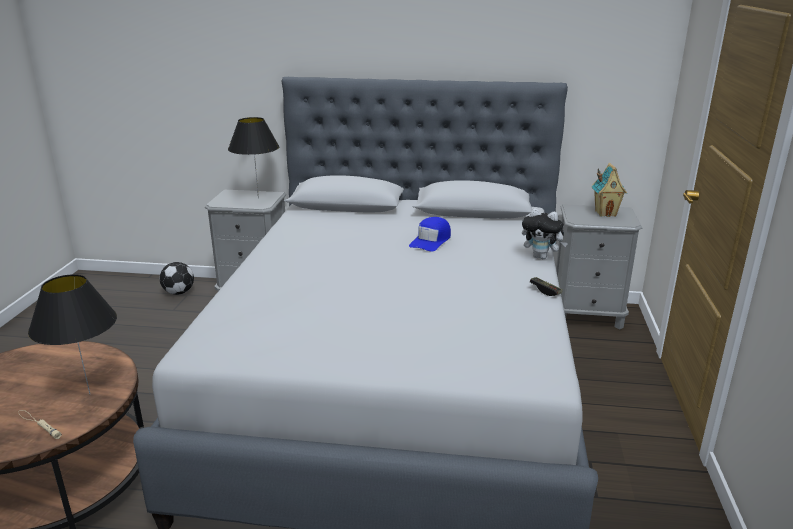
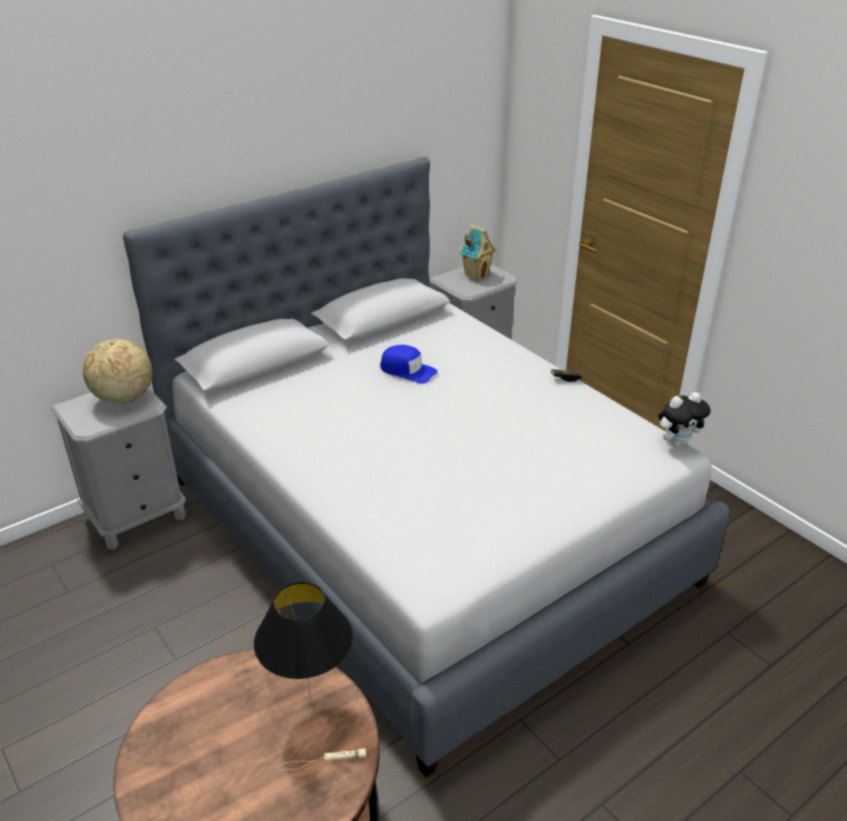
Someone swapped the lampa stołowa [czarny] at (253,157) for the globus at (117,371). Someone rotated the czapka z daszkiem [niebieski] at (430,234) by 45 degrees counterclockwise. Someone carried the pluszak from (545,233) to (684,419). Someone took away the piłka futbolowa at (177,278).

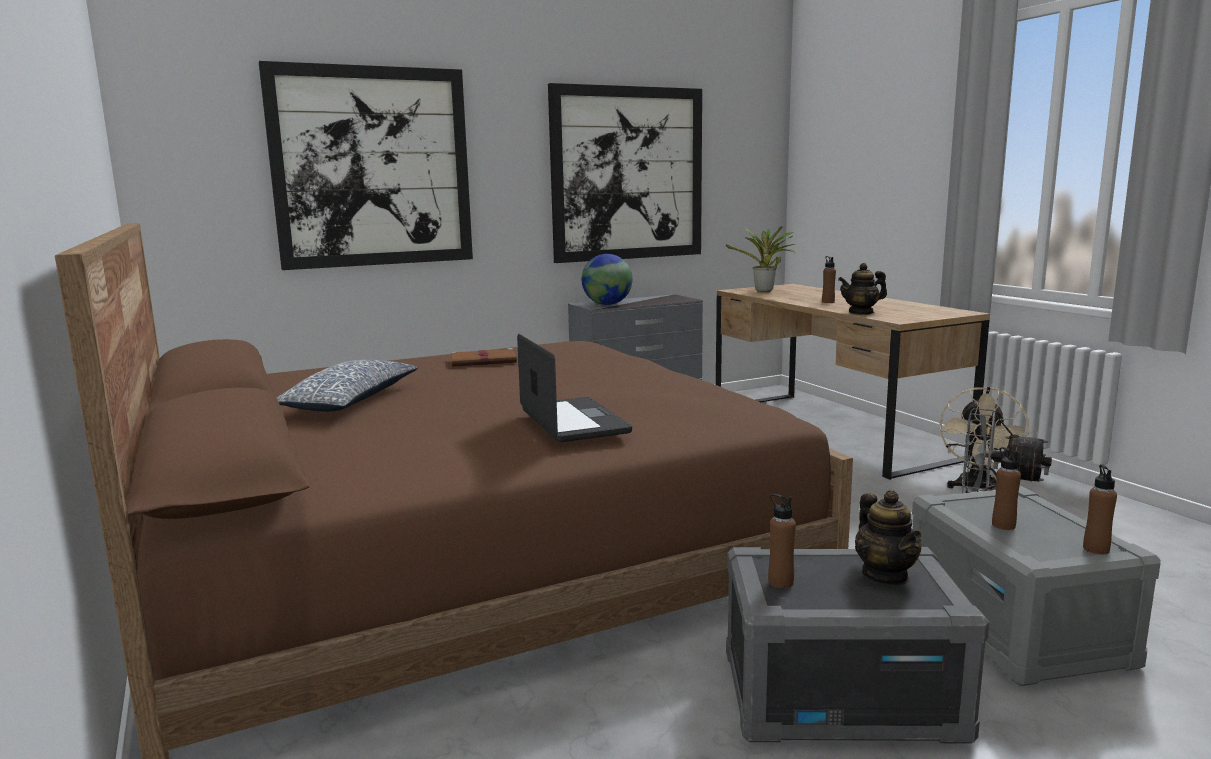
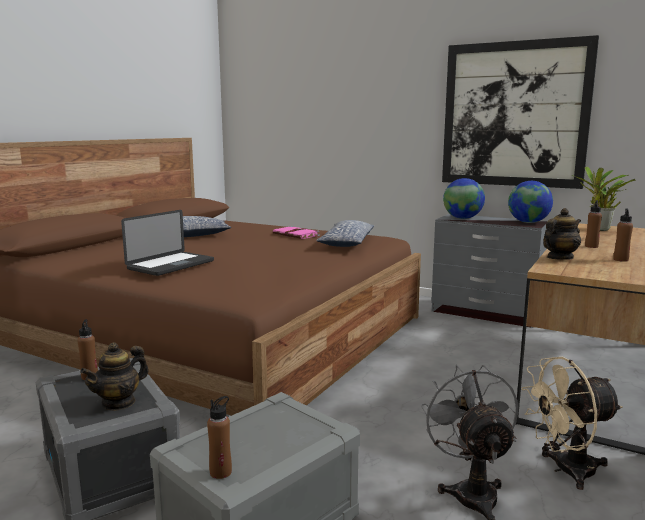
Someone repainted the książka [brązowy] at (484,357), which became the książka [różowy] at (296,232). Someone put down the poduszka at (345,233). Someone put down the globus at (530,202). Someone rotated the imbryk at (862,289) by 105 degrees clockwise. Someone carried the butelka [brązowy] from (1006,488) to (623,235). Someone took away the obraz at (366,165).

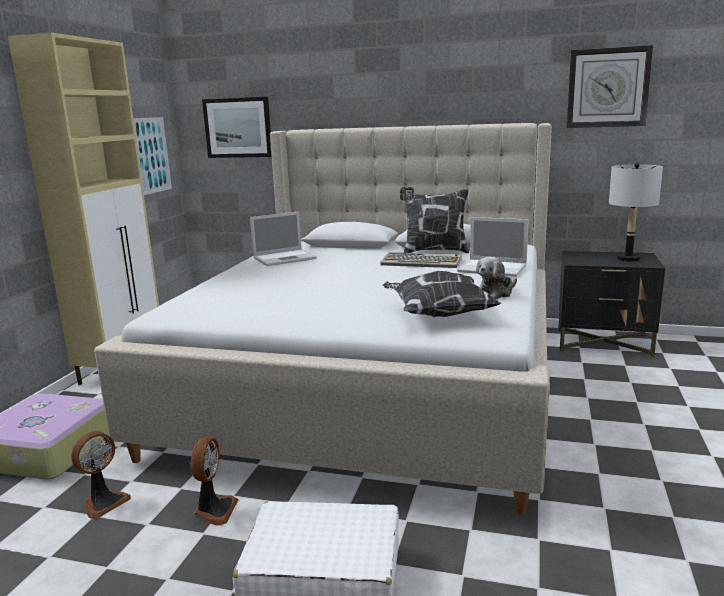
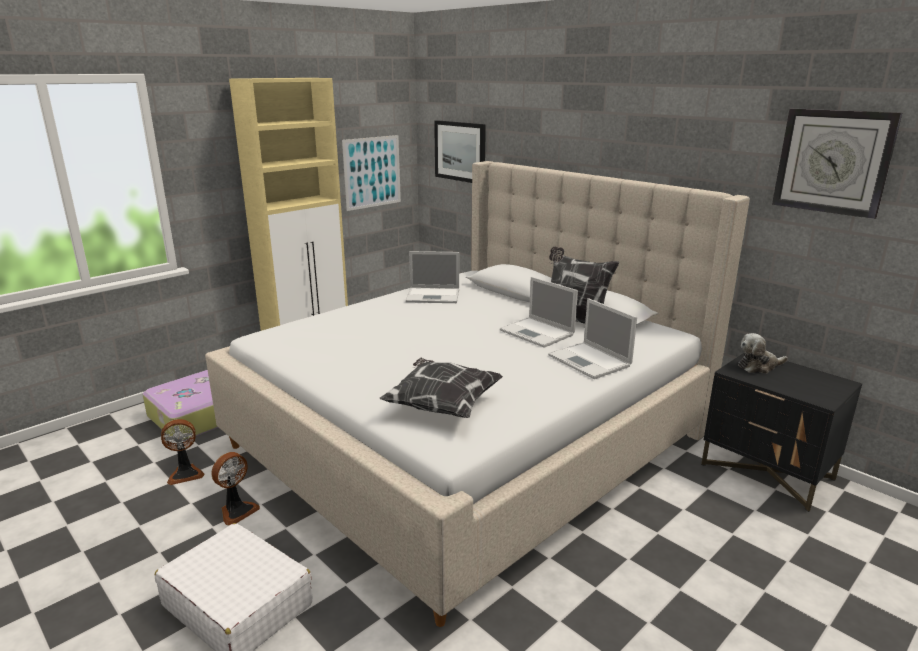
Someone swapped the klawiatura at (421,260) for the laptop at (539,312). Someone carried the pluszak from (496,278) to (763,353). Someone took away the lampa stołowa [szary] at (636,212).

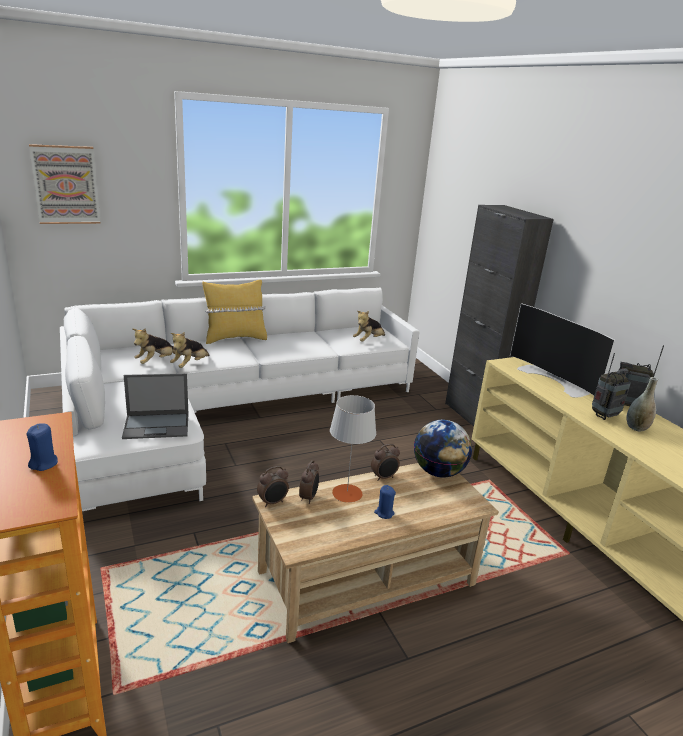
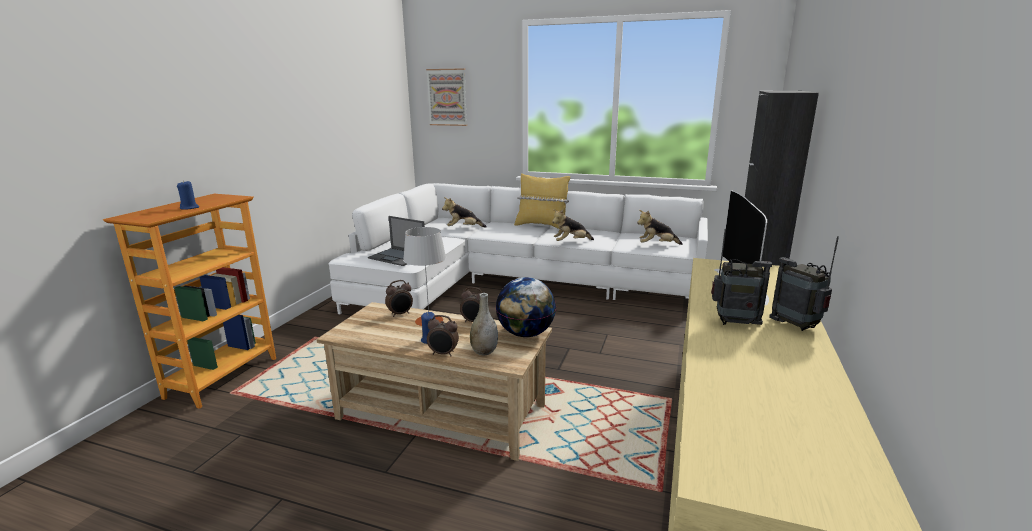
Someone carried the budzik from (273,486) to (443,335). Someone carried the wazon [szary] from (642,404) to (484,324). Someone carried the pluszak from (189,350) to (573,225).

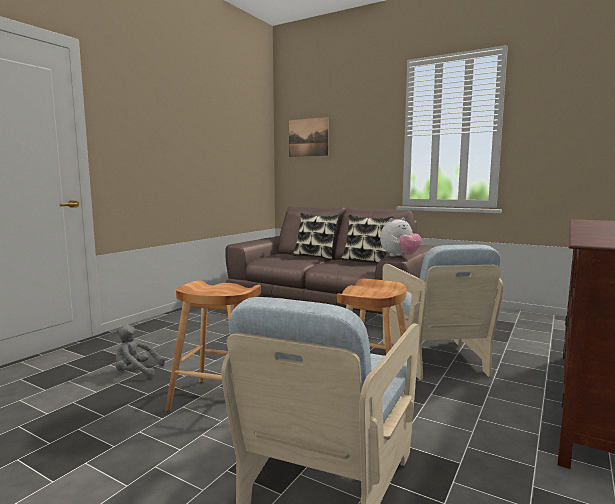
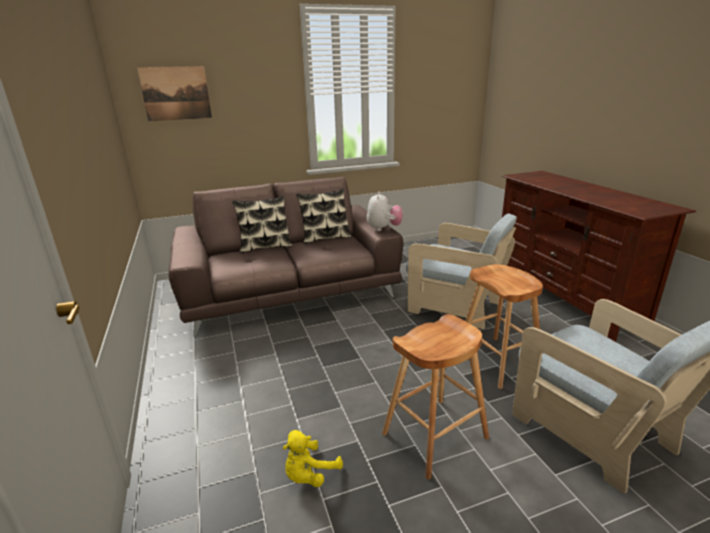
Someone repainted the pluszak [szary] at (140,351), which became the pluszak [żółty] at (313,458).

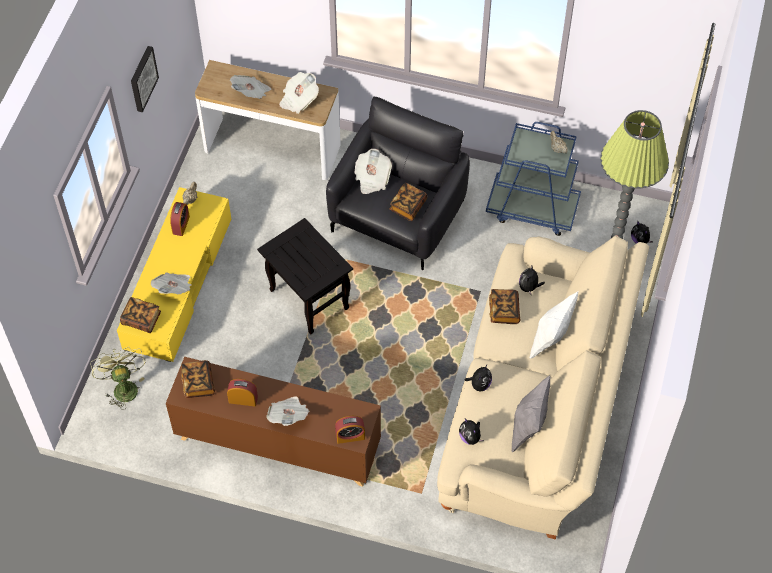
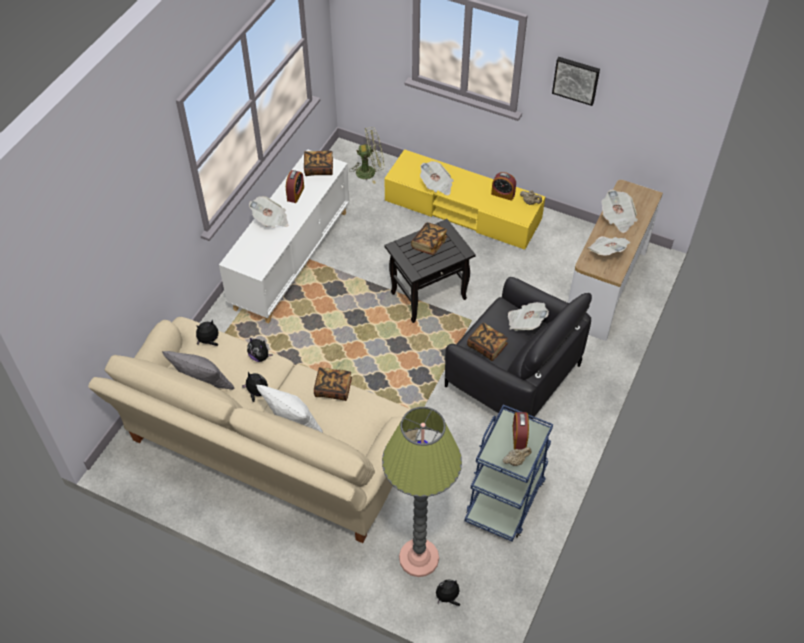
Someone repainted the szafka [brązowy] at (273,422), which became the szafka [biały] at (284,236). Someone carried the pluszak from (532,281) to (255,387). Someone carried the książka from (140,315) to (429,238). Someone carried the budzik from (350,430) to (521,431).

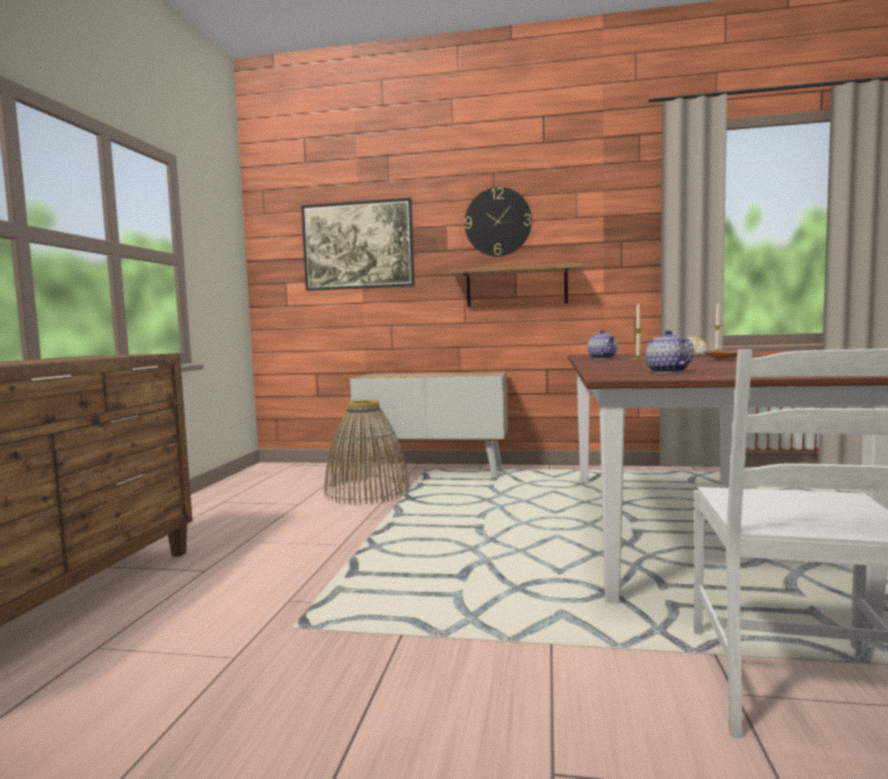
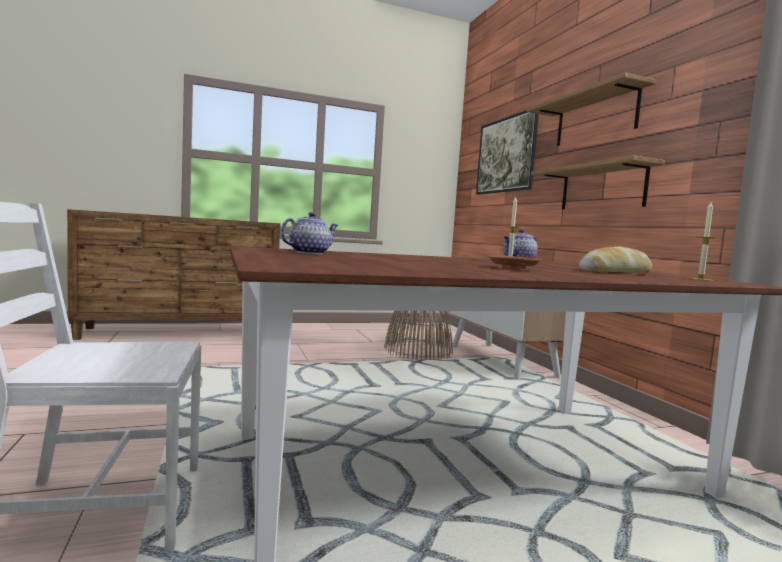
Someone swapped the zegar ścienny at (498,221) for the półka at (591,109).

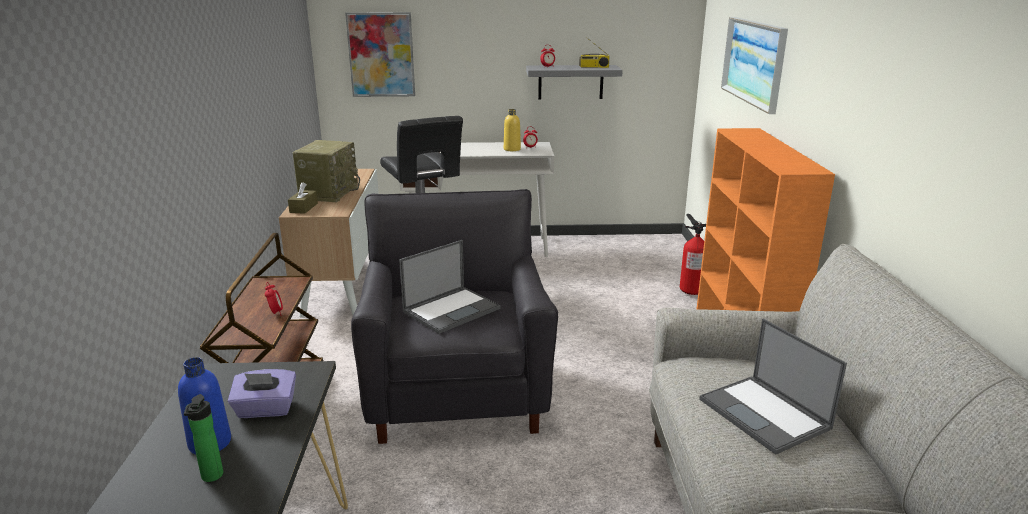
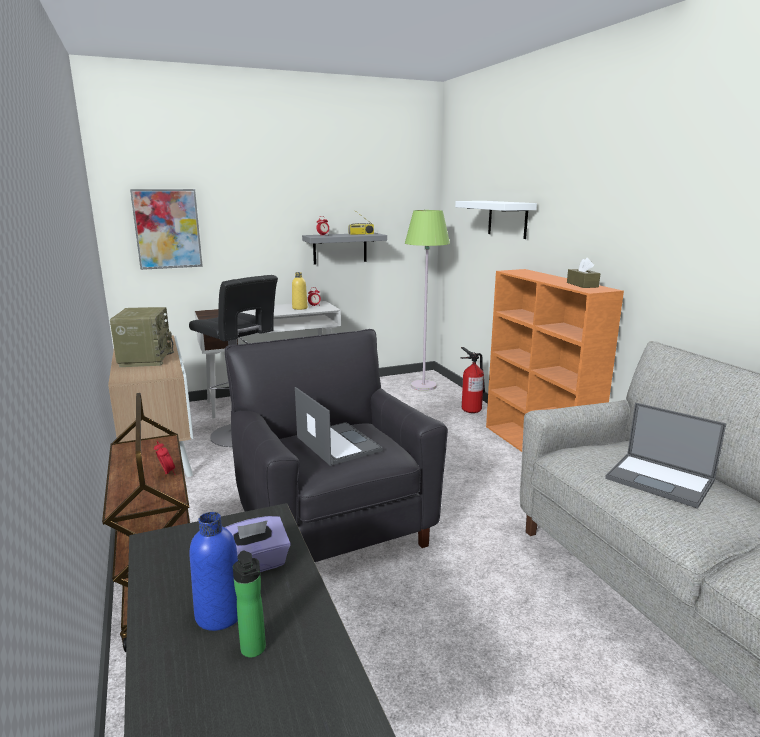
Someone rotated the laptop at (449,287) by 60 degrees counterclockwise. Someone put down the lampa stojąca [zielony] at (427,300). Someone swapped the obraz at (754,65) for the półka [biały] at (496,220). Someone carried the pudełko chusteczek [brązowy] from (303,198) to (584,272).

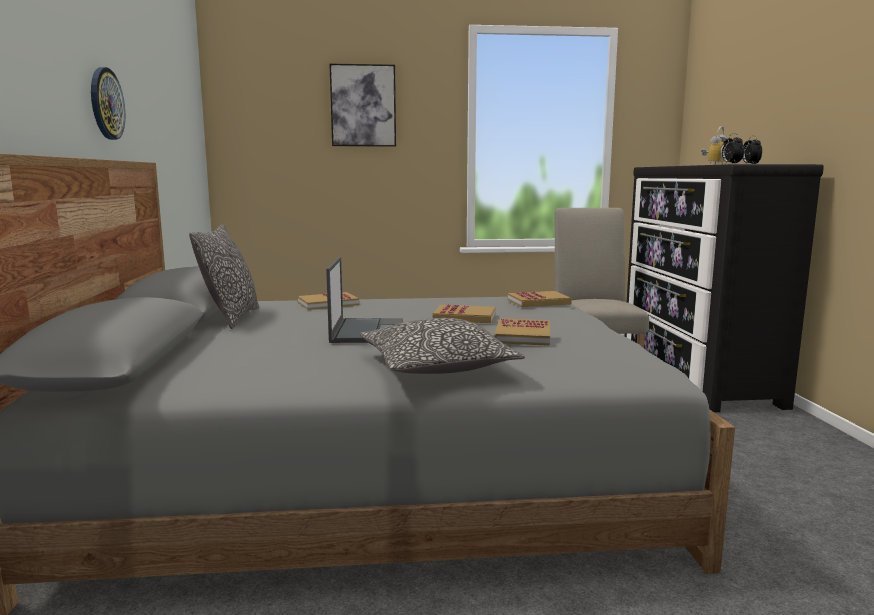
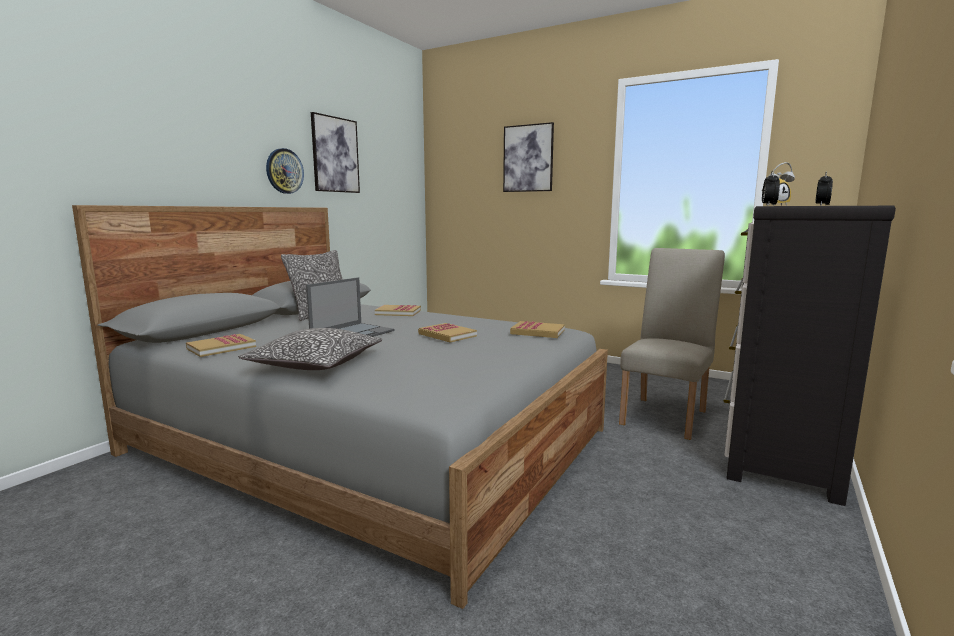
Someone carried the książka from (522,332) to (221,345). Someone put up the obraz at (335,152).

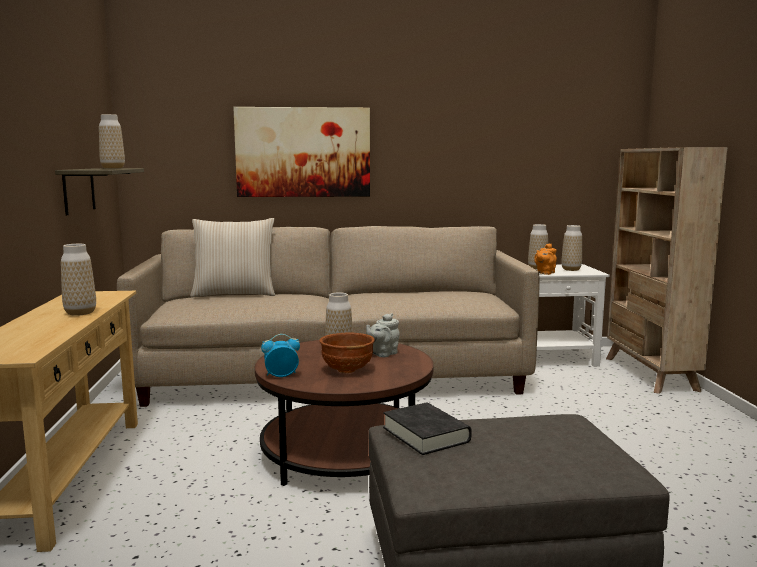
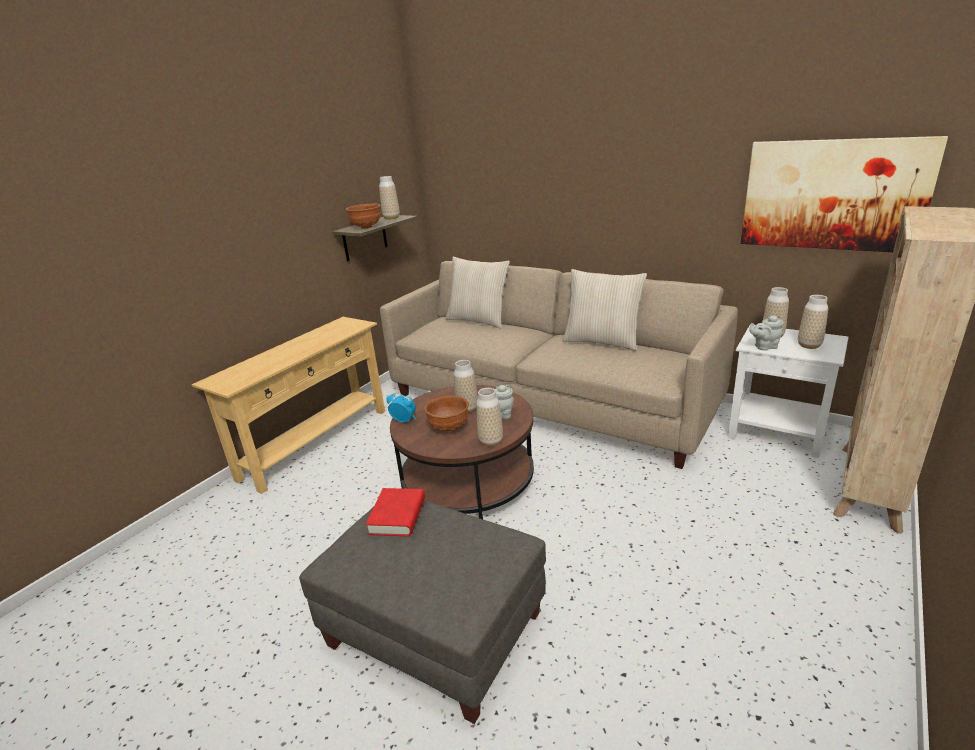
Someone put down the miska [brązowy] at (363,216). Someone repainted the książka [czarny] at (427,429), which became the książka [czerwony] at (395,512). Someone carried the wazon from (78,280) to (489,417). Someone put down the poduszka [beżowy] at (604,310). Someone carried the obraz from (301,152) to (844,194). Someone repainted the imbryk [pomarańczowy] at (545,259), which became the imbryk [szary] at (766,333).

